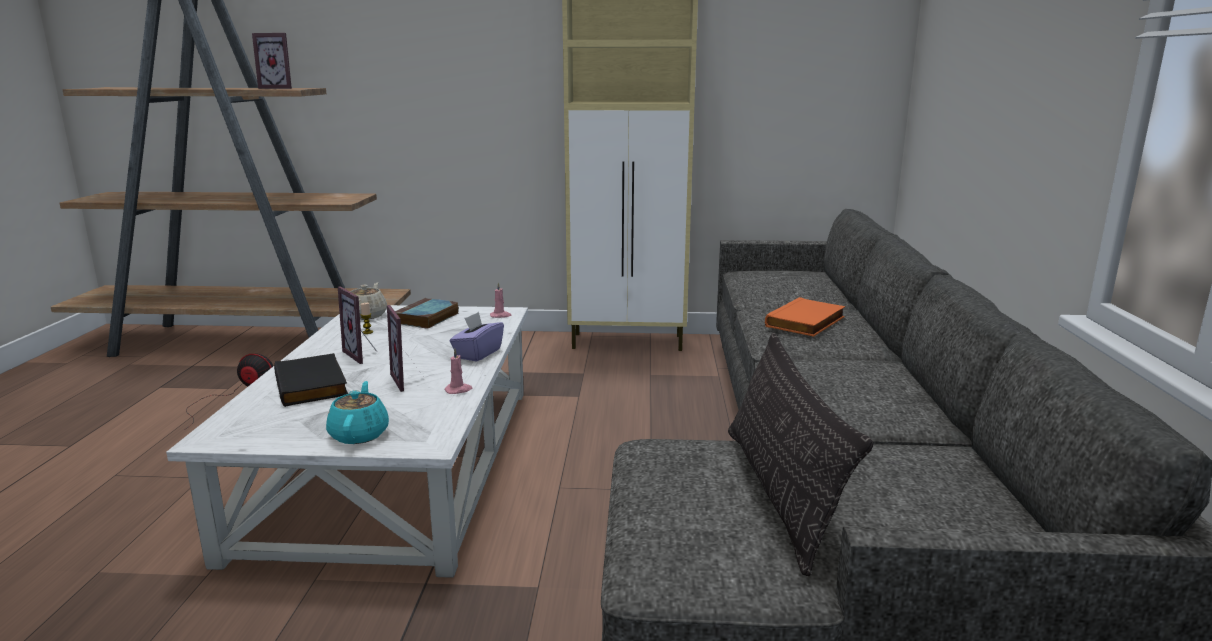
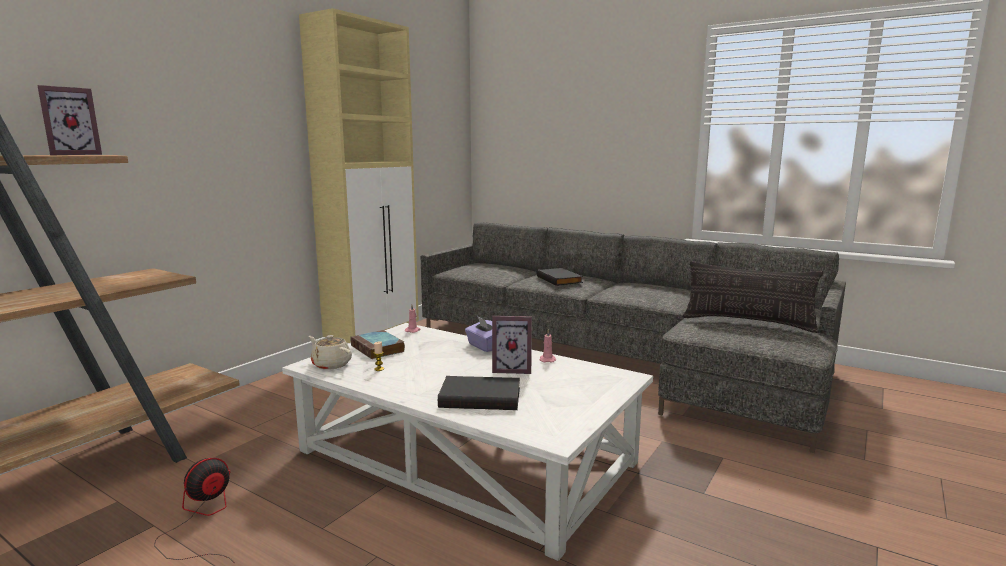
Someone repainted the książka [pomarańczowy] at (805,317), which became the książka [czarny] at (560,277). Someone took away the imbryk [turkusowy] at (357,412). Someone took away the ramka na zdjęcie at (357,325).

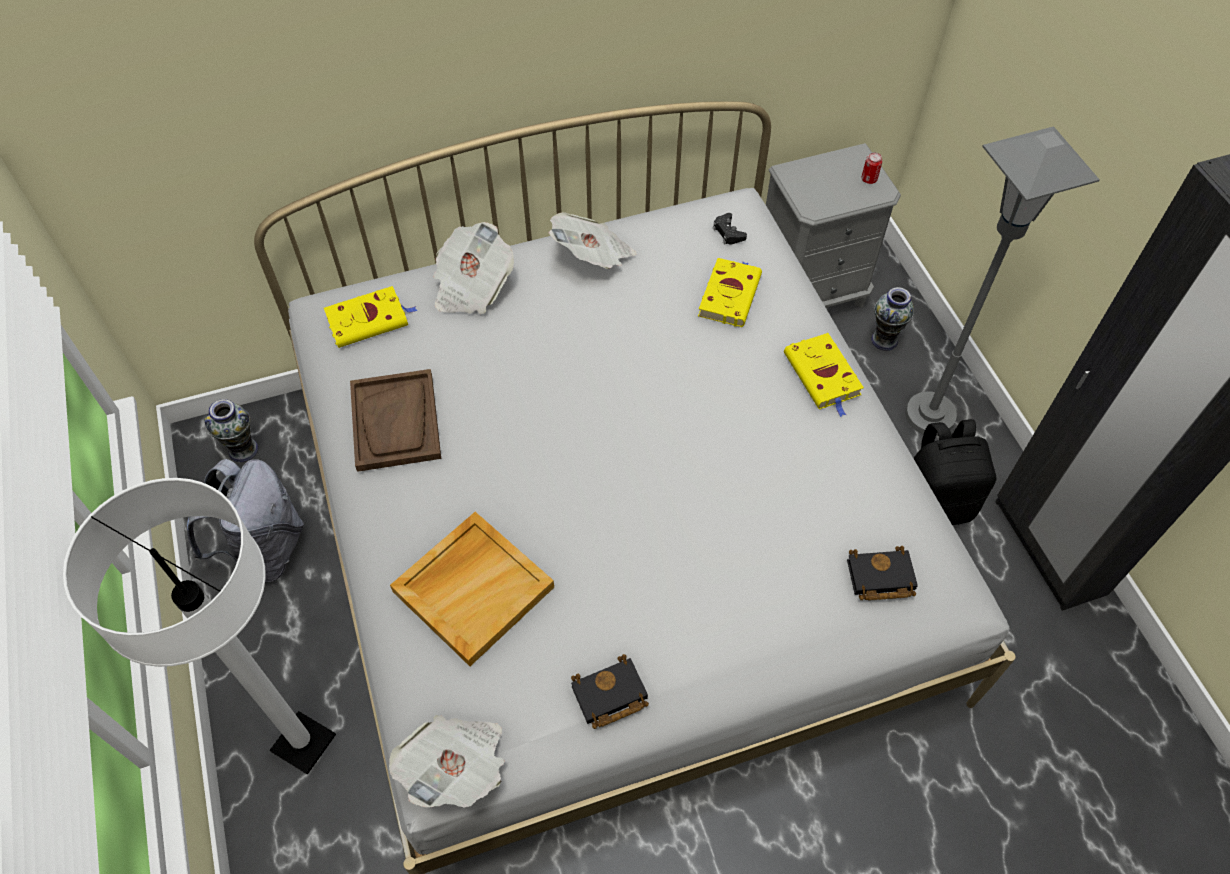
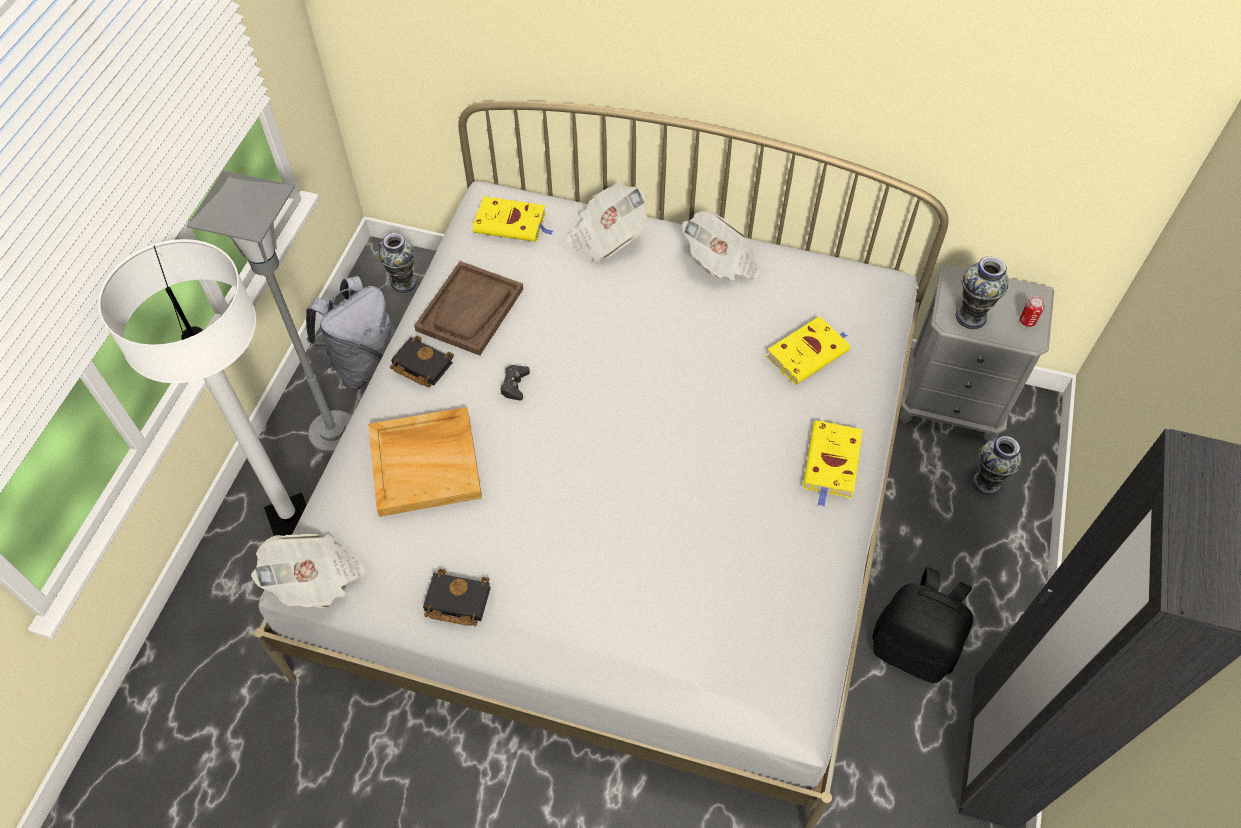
Someone carried the lampa stojąca [szary] from (1002,281) to (269,313). Someone carried the książka [czarny] from (882,573) to (422,361). Someone carried the pad do gier [czarny] from (730,229) to (515,383). Someone put down the wazon at (981,292).

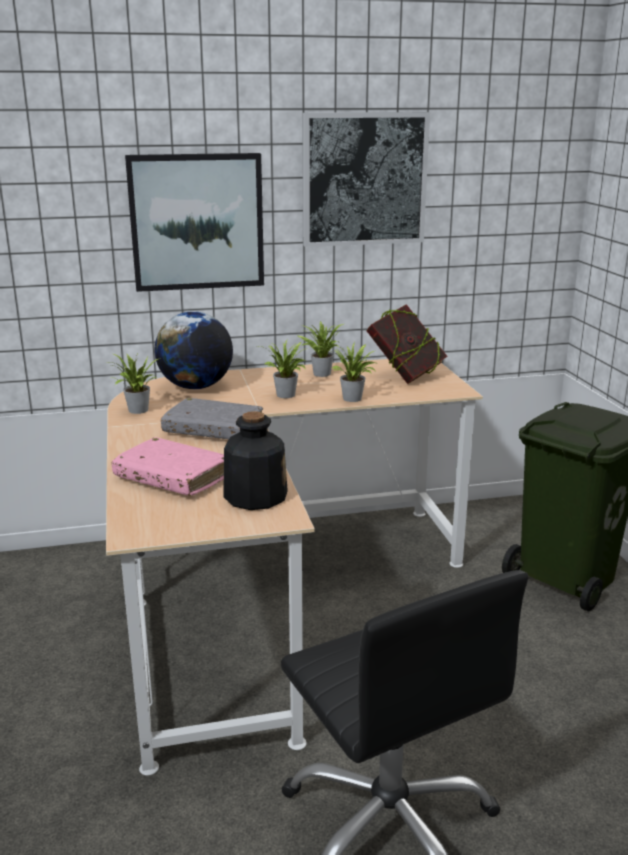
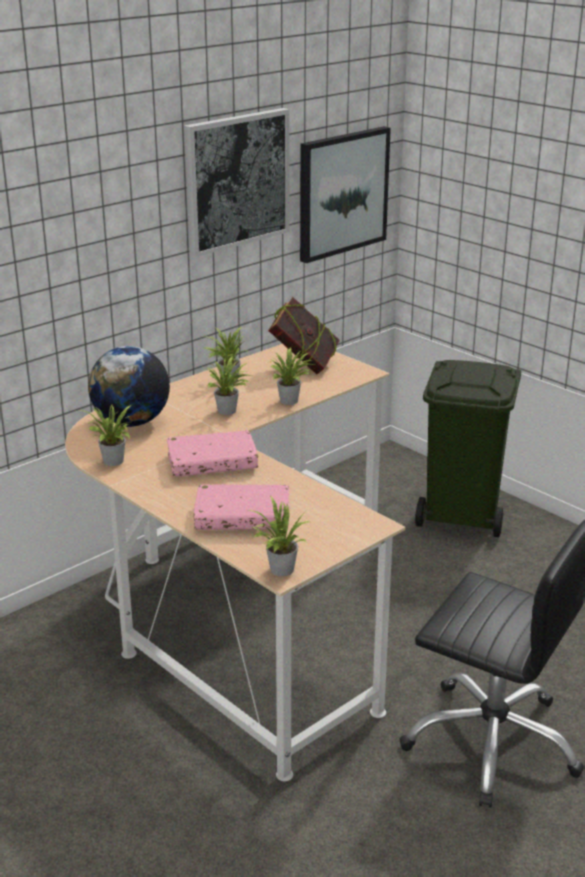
Someone repainted the książka [szary] at (212,418), which became the książka [różowy] at (212,453). Someone put down the roślina doniczkowa at (279,536). Someone carried the obraz from (194,222) to (345,194). Someone took away the butelka at (255,460).

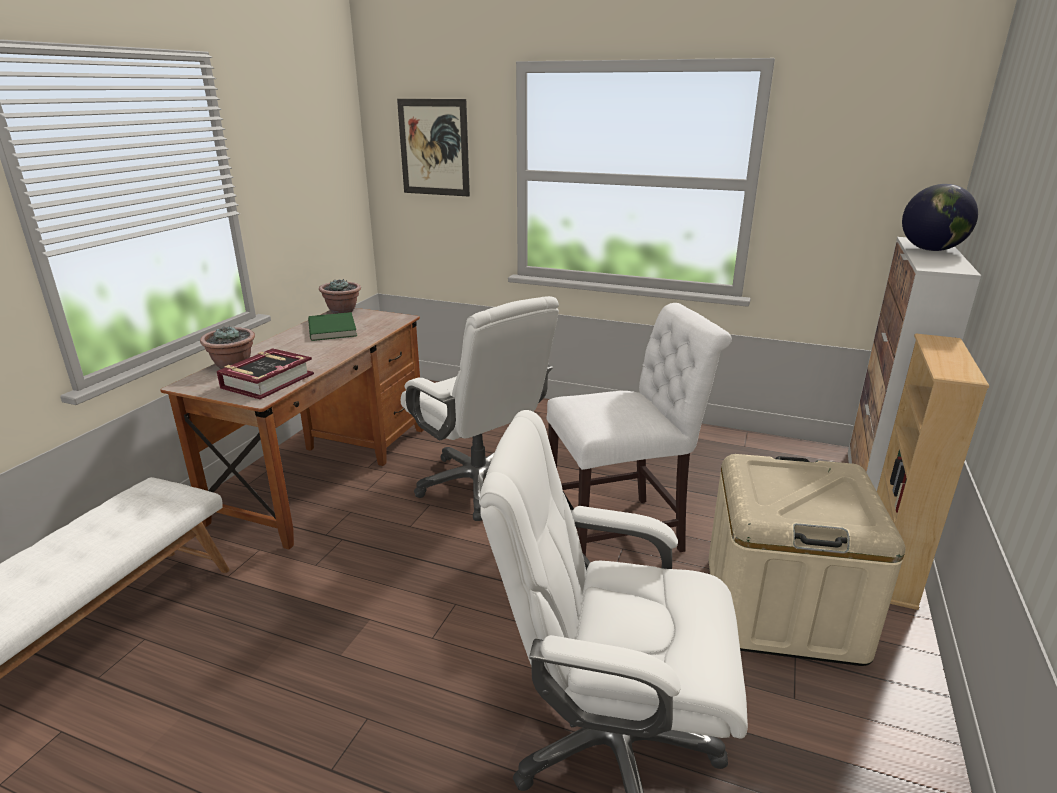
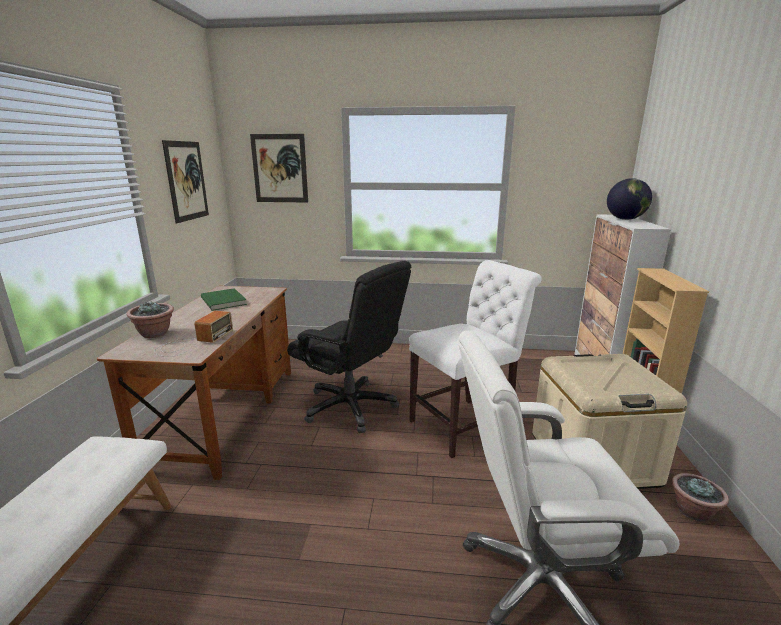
Someone swapped the książka at (265,373) for the radio at (193,334). Someone put up the obraz at (185,181). Someone repainted the krzesło biurowe [biały] at (480,408), which became the krzesło biurowe [czarny] at (349,347). Someone carried the roślina doniczkowa from (340,296) to (700,497).

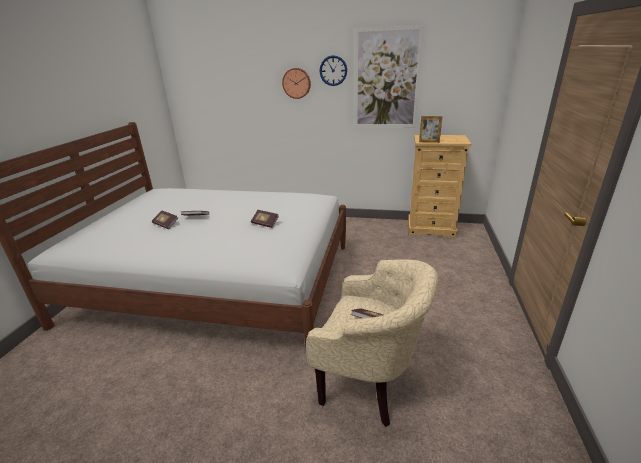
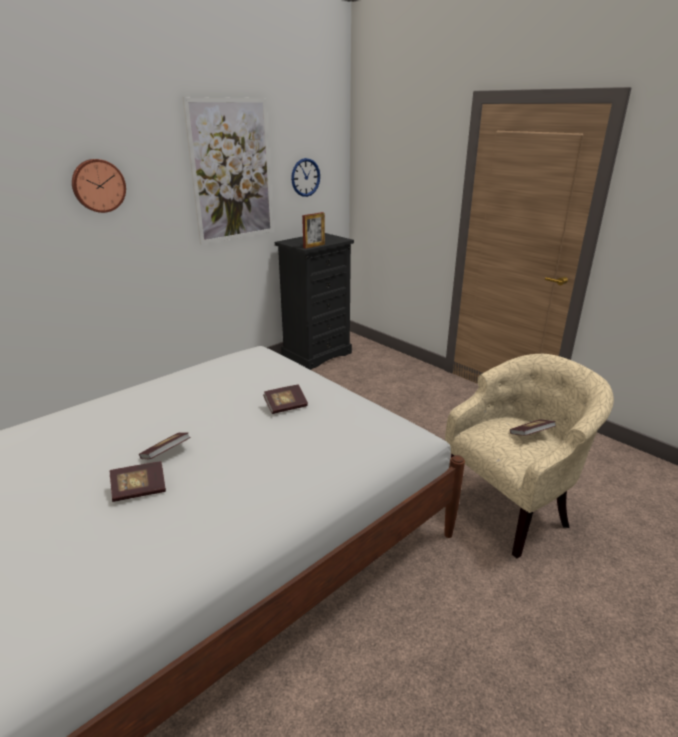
Someone repainted the komoda [beżowy] at (439,186), which became the komoda [czarny] at (314,301). Someone carried the zegar ścienny from (333,70) to (305,177).

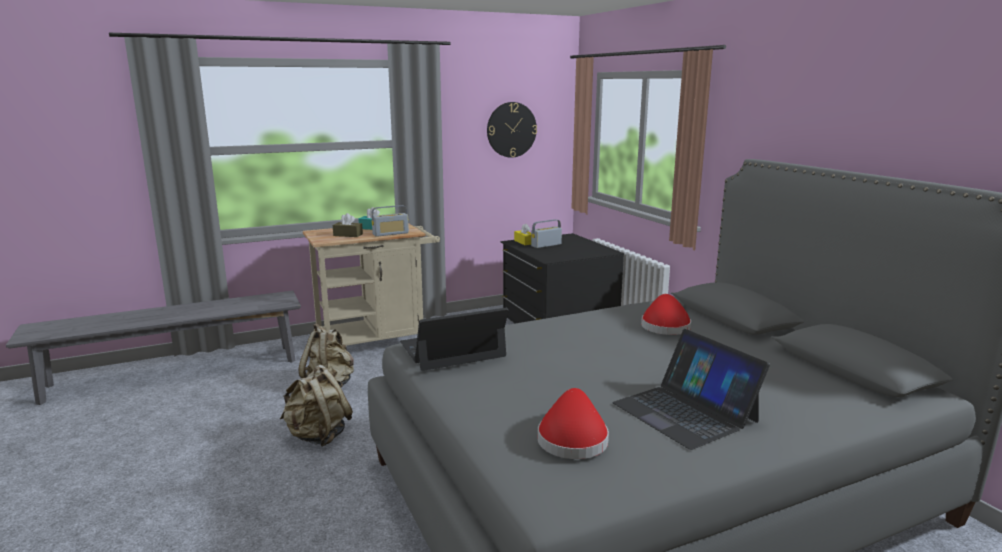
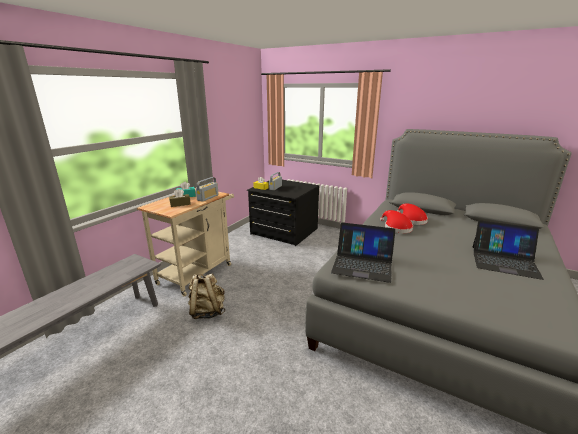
Someone rotated the laptop at (454,339) by 105 degrees counterclockwise. Someone carried the kapelusz [czerwony] from (573,423) to (396,221). Someone took away the plecak [beżowy] at (316,406). Someone took away the zegar ścienny at (512,130).

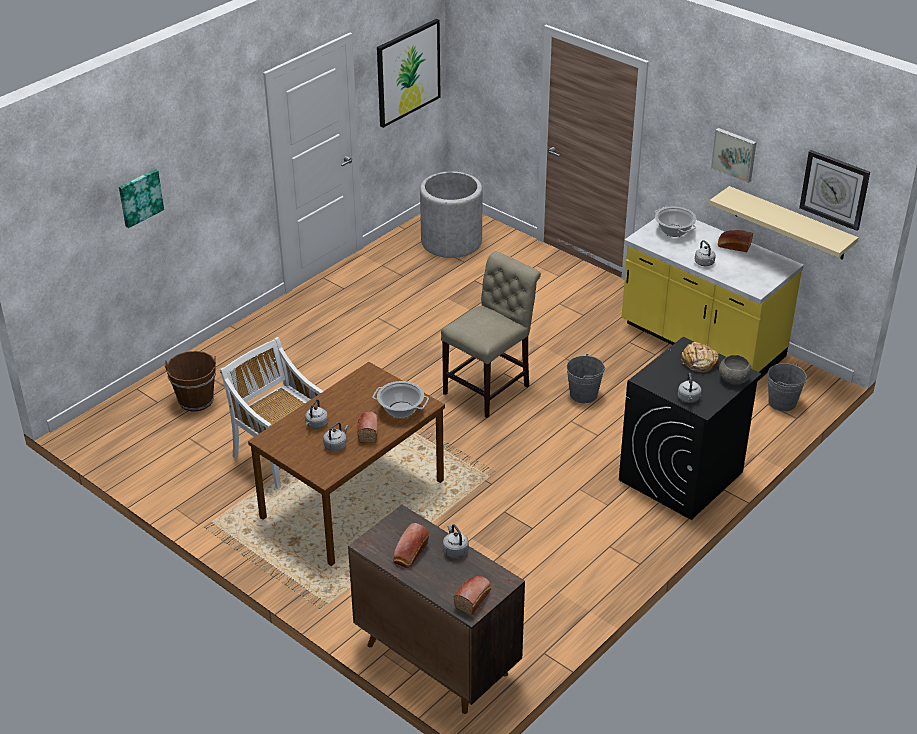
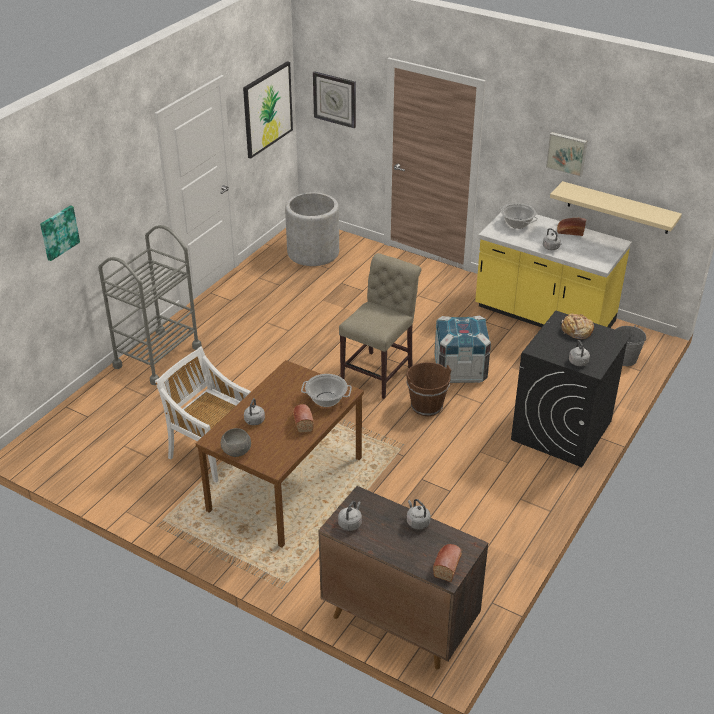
Someone put down the wózek [szary] at (150,305). Someone carried the miska [szary] from (735,370) to (236,442). Someone carried the zegar ścienny from (834,190) to (334,99). Someone carried the czajnik [szary] from (335,436) to (350,516). Someone carried the wiadro [brązowy] from (190,381) to (428,389). Someone swapped the wiadro [szary] at (586,378) for the skrzynka at (462,349). Someone took away the chleb at (411,545).

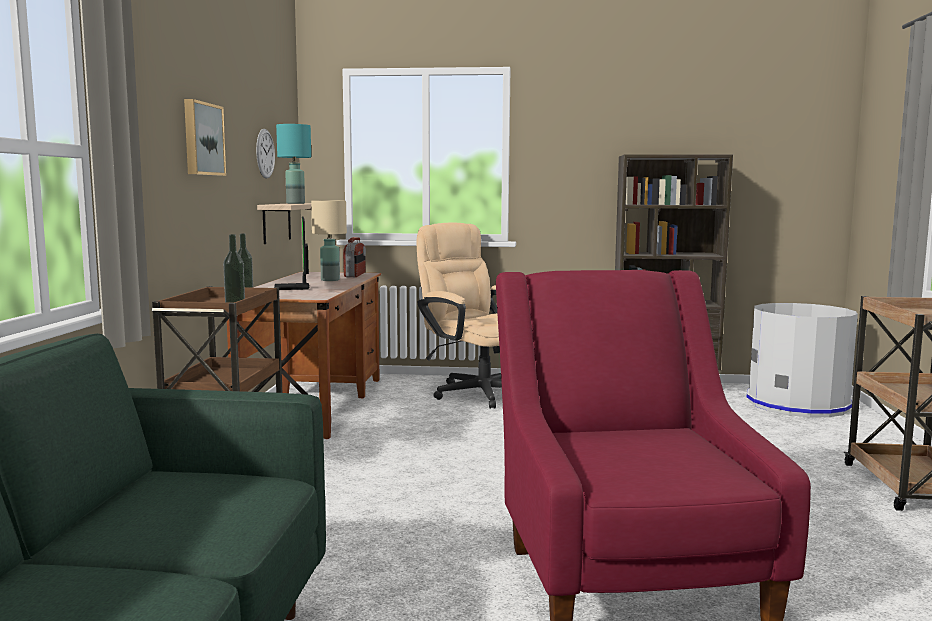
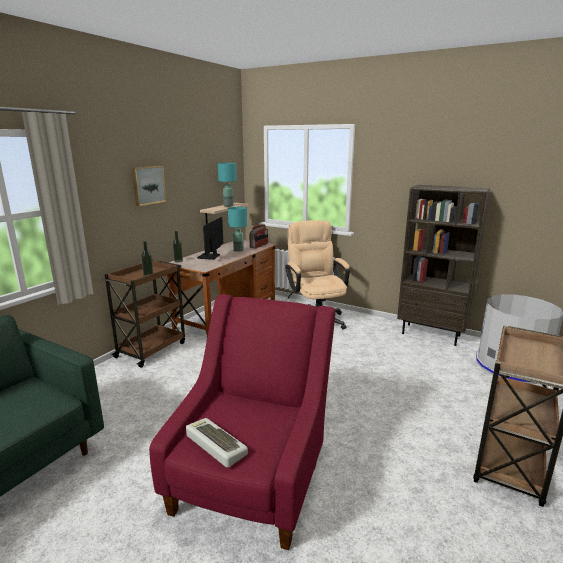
Someone put down the klawiatura at (217,443). Someone repainted the lampa stołowa [beżowy] at (329,240), which became the lampa stołowa [turkusowy] at (237,229). Someone took away the zegar ścienny at (265,154).

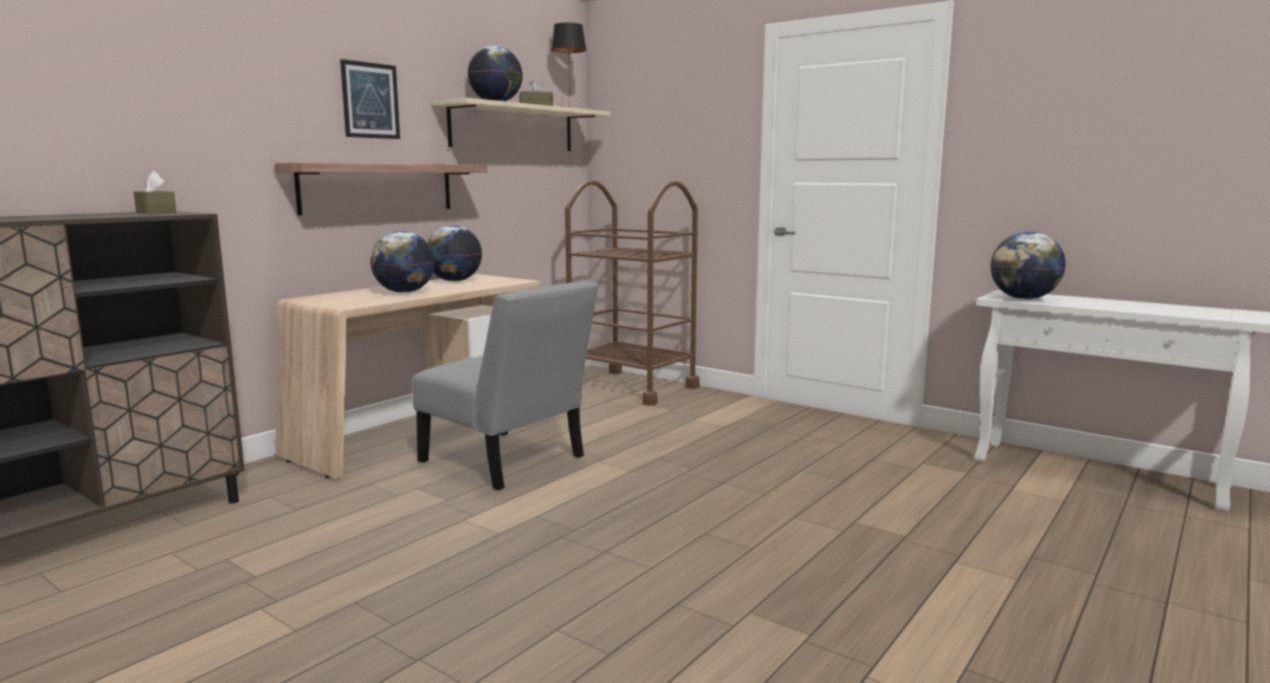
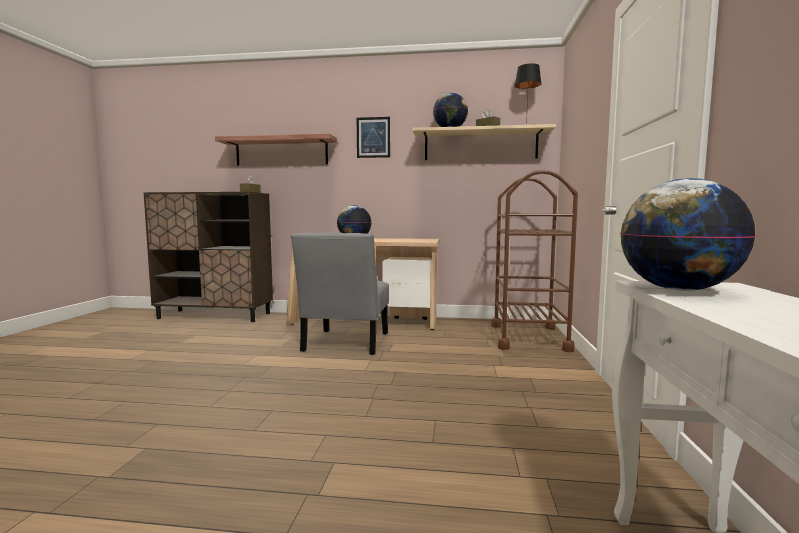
Someone carried the półka from (381,189) to (276,150). Someone took away the globus at (454,253).

